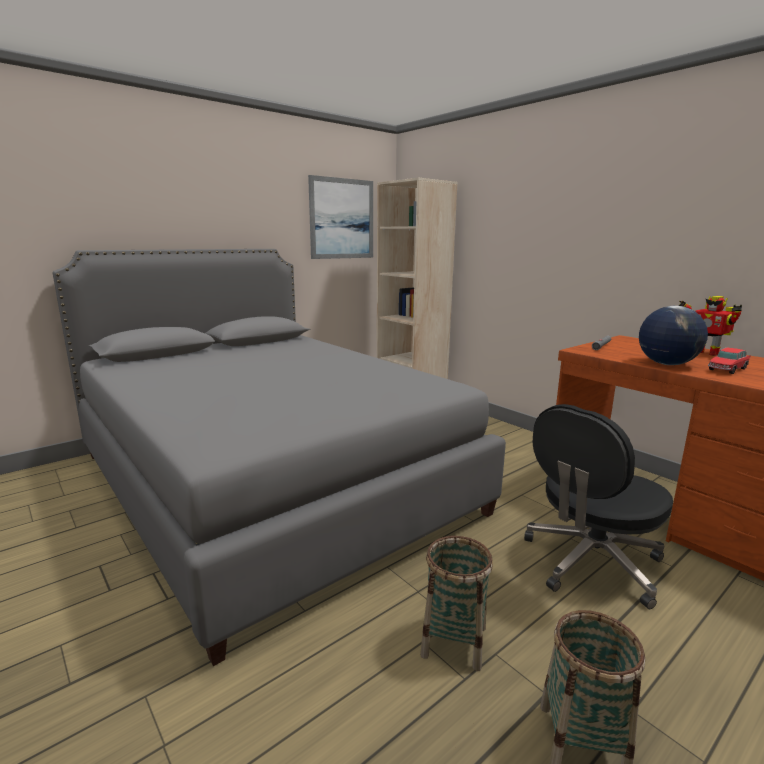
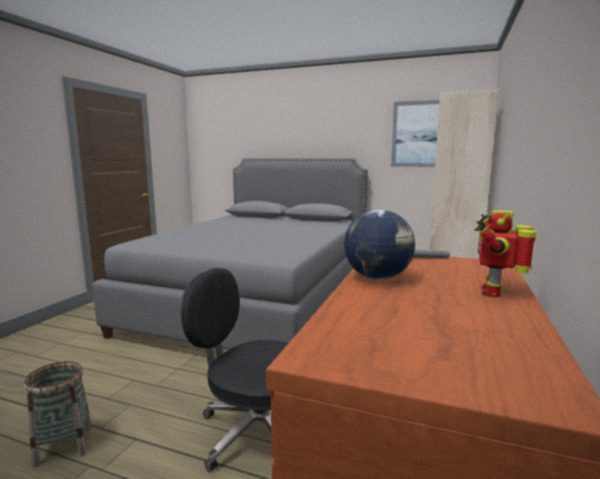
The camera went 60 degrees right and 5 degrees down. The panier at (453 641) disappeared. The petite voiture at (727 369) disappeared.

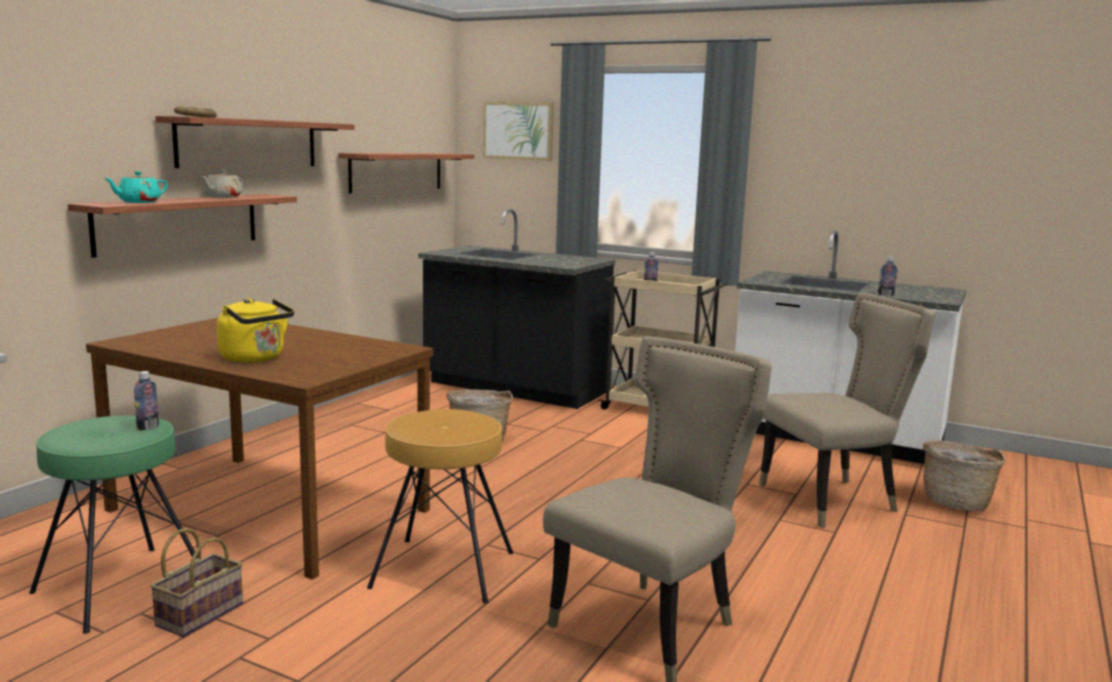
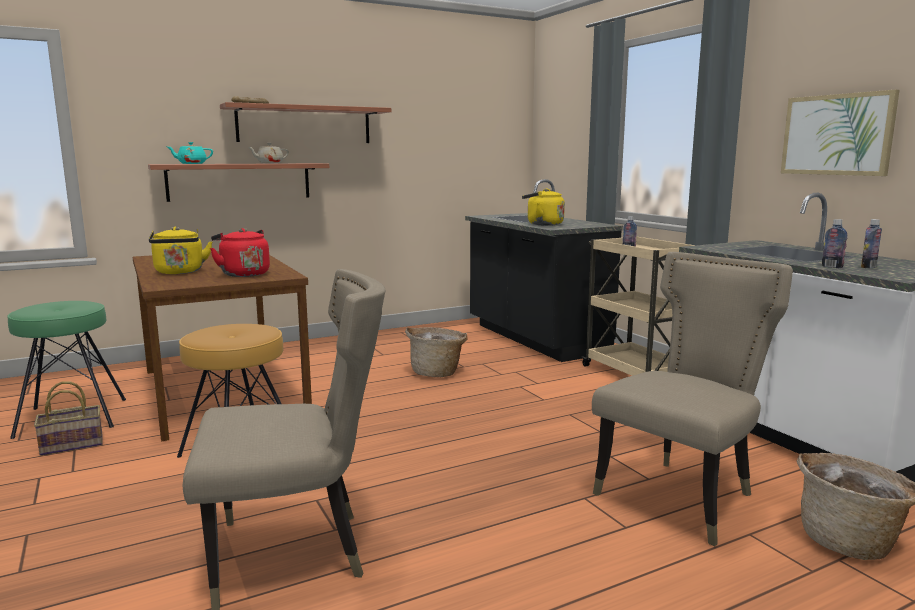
The camera went 35 degrees right and 0 degrees up. The bouilloire [rouge] at (243 274) appeared. The bouilloire [jaune] at (542 224) appeared. The chaise [beige] at (834 500) turned 60 degrees counterclockwise. The tableau moved from (518 131) to (837 135). The bouteille moved from (148 427) to (868 267). The étagère at (397 172) disappeared.

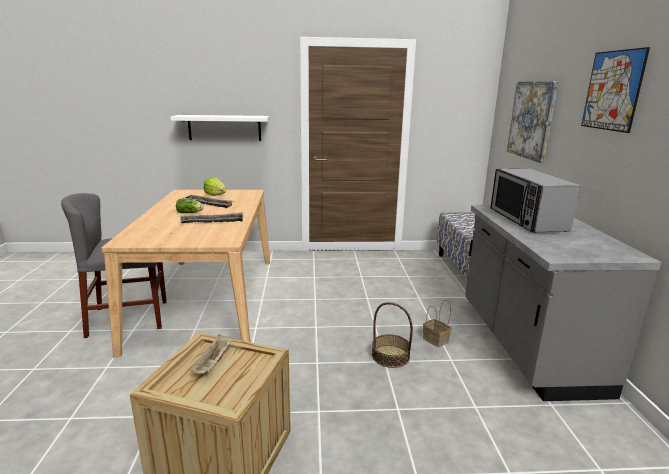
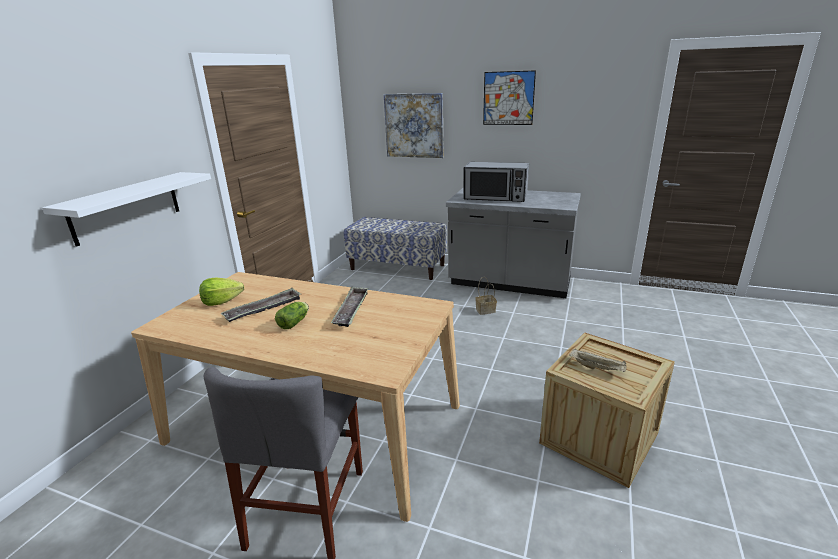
The camera went 65 degrees left and 5 degrees up. The panier at (390 356) disappeared.

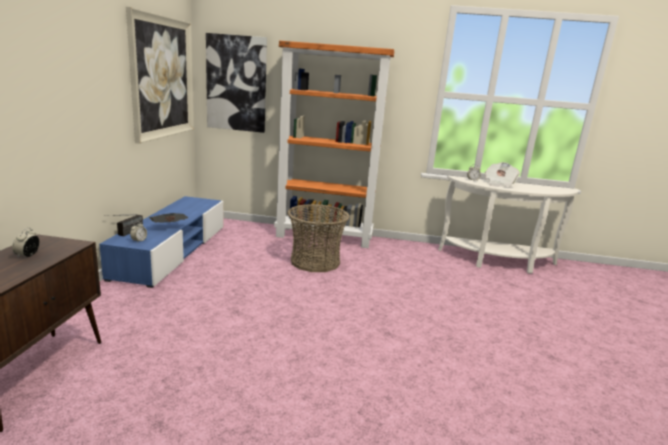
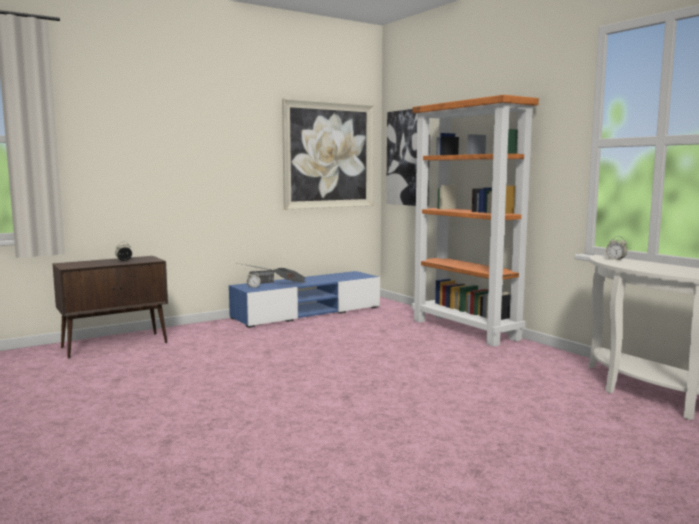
The camera went 50 degrees right and 10 degrees down. The panier at (315 261) disappeared. The journal at (499 184) disappeared.

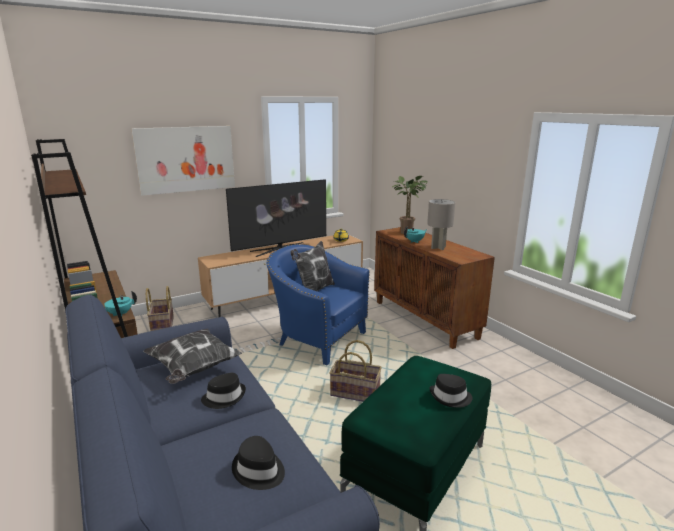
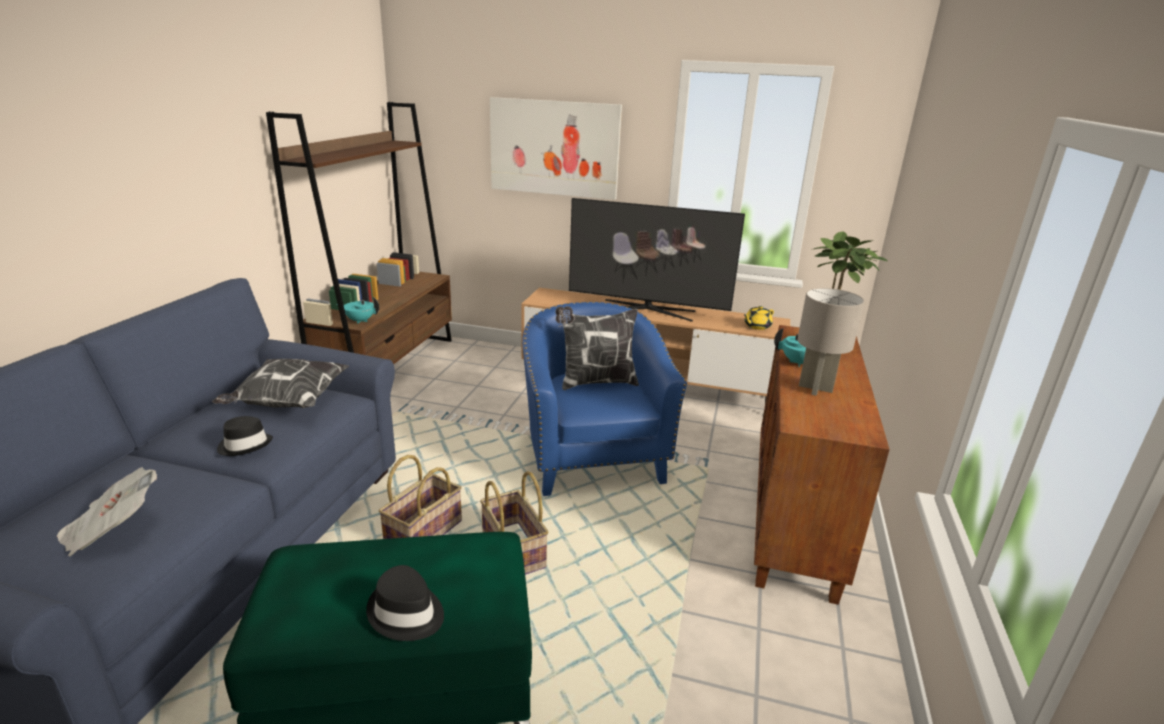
The camera went 45 degrees right and 5 degrees up. The chapeau [noir] at (258 470) was replaced by the journal at (112 530). The panier moved from (162 325) to (423 532).

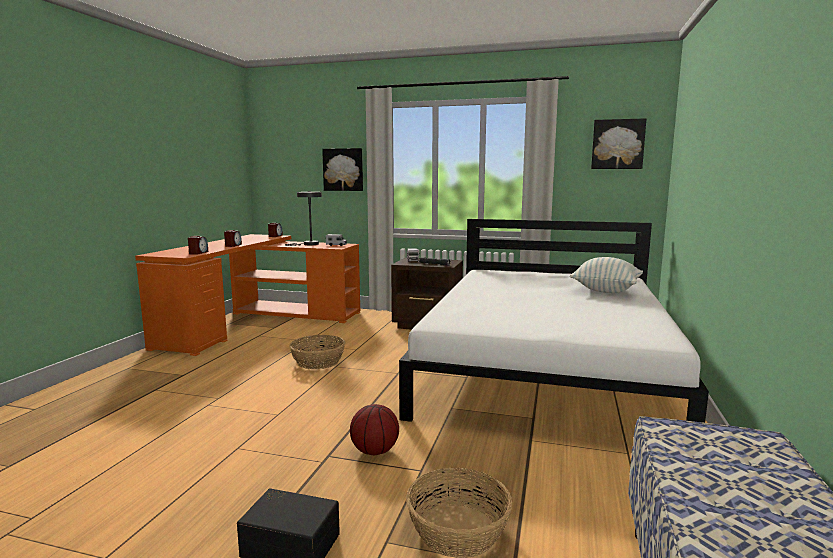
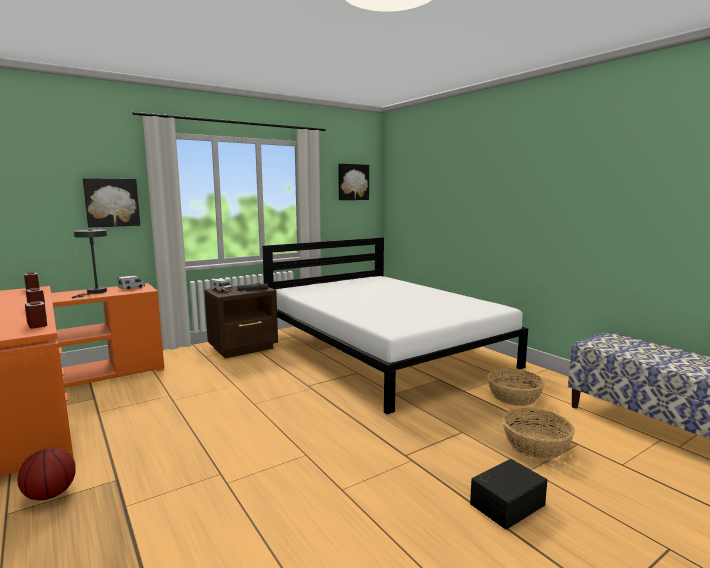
The camera went 50 degrees left and 0 degrees up. The ballon de basket moved from (375 451) to (50 495). The panier moved from (318 362) to (513 397). The coussin at (606 290) disappeared.

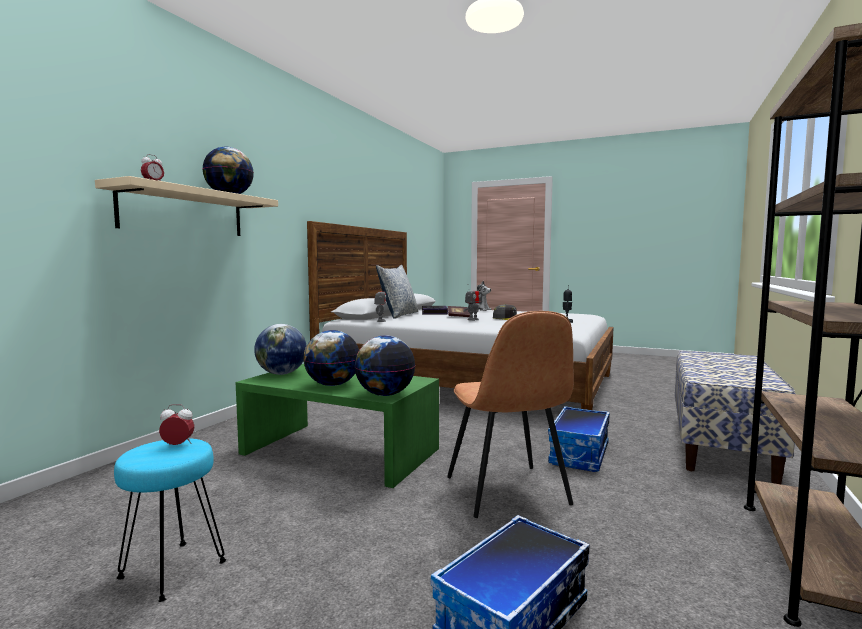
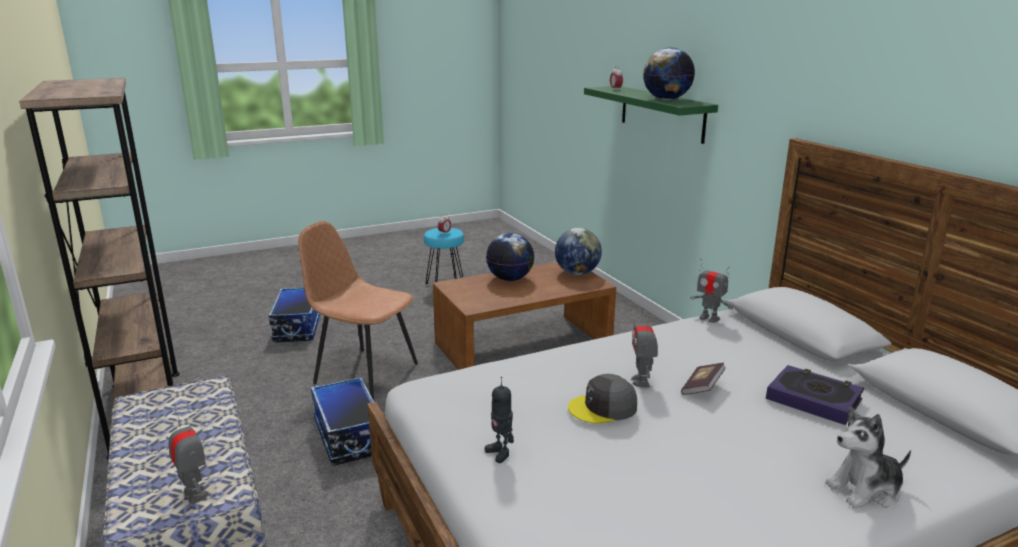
The camera went 130 degrees right and 15 degrees up. The robot jouet at (195 494) appeared. The table basse [vert] at (340 451) became the table basse [marron] at (523 345). The étagère [beige] at (184 212) became the étagère [vert] at (661 113). The globe at (385 394) disappeared. The coussin at (398 315) disappeared.

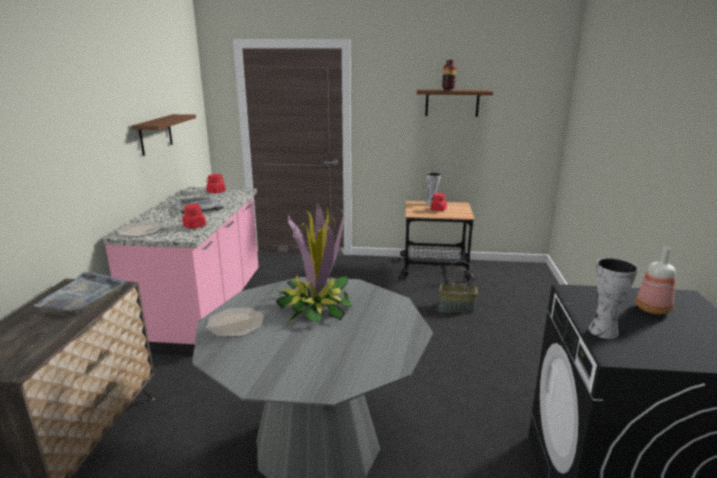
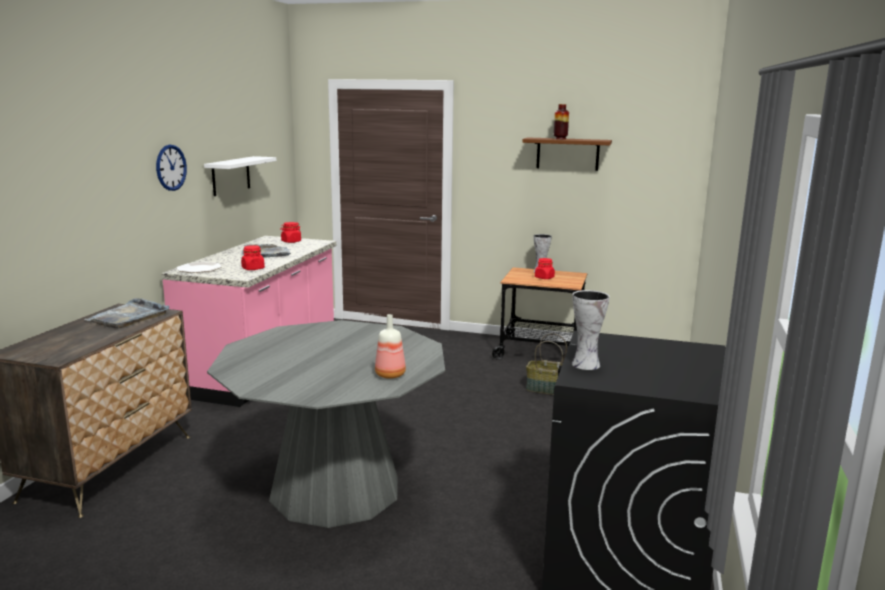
The camera went 10 degrees right and 5 degrees down. The horloge murale at (171 167) appeared. The étagère [marron] at (155 134) became the étagère [blanc] at (231 176). The bouteille moved from (653 309) to (391 375). The assiette at (235 323) disappeared. The plante en pot at (315 307) disappeared.

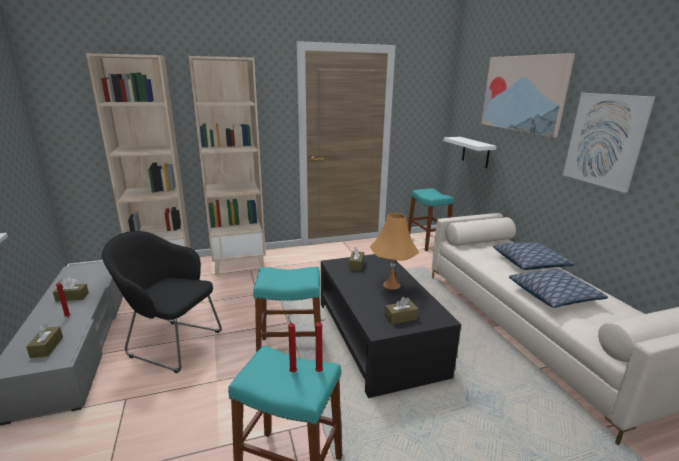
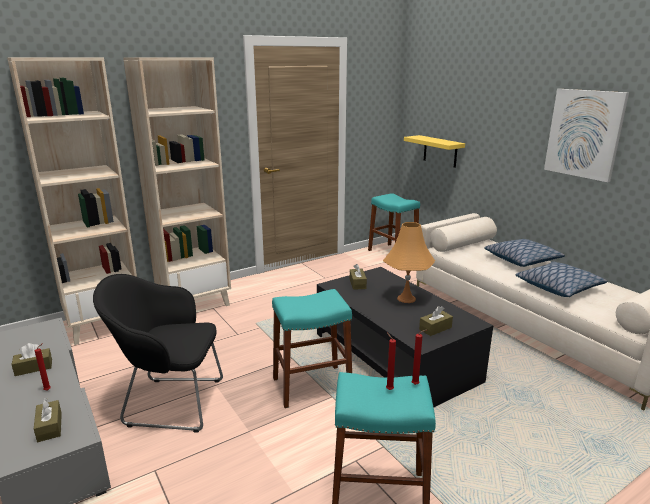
The camera went 15 degrees left and 0 degrees up. The étagère [blanc] at (475 152) became the étagère [jaune] at (440 151). The tableau at (523 93) disappeared.

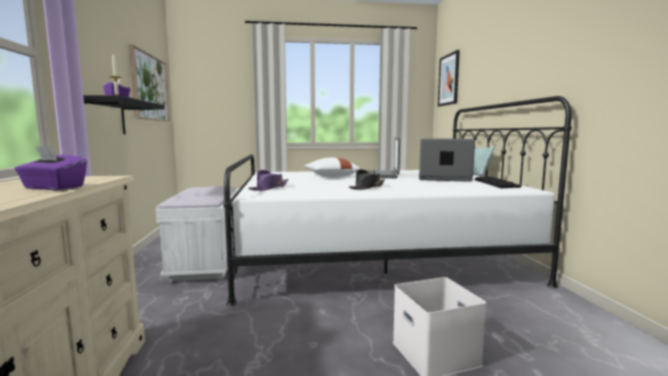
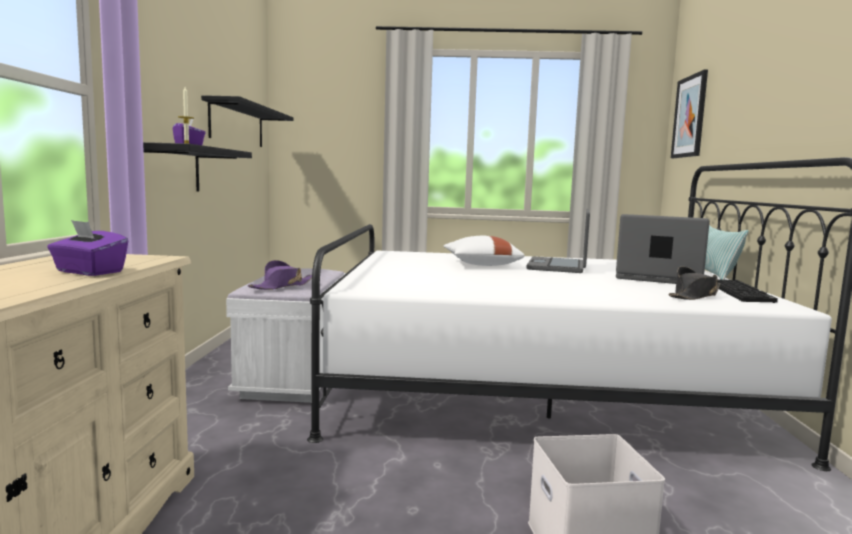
The camera went 10 degrees right and 0 degrees up. The tableau at (149 87) was replaced by the étagère [noir] at (237 125). The chapeau [violet] moved from (269 188) to (282 286). The chapeau [noir] moved from (367 187) to (694 296).

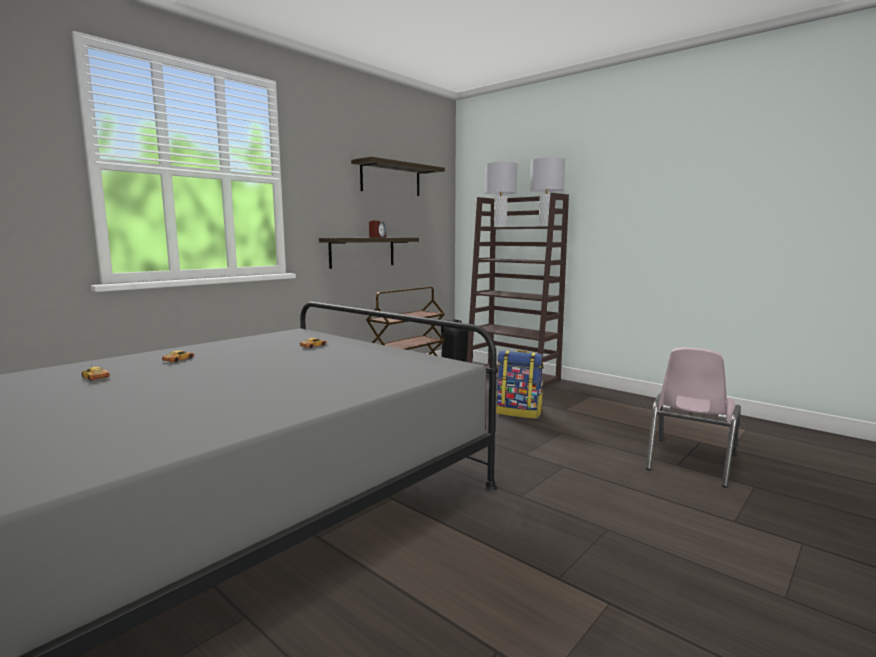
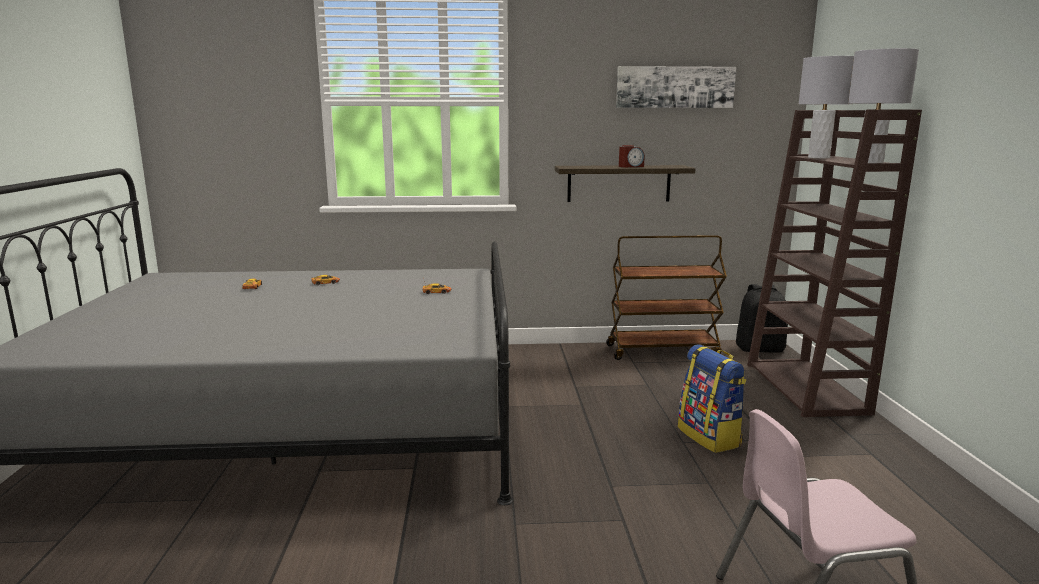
The camera went 45 degrees right and 5 degrees up. The étagère at (391 179) was replaced by the tableau at (675 87).

